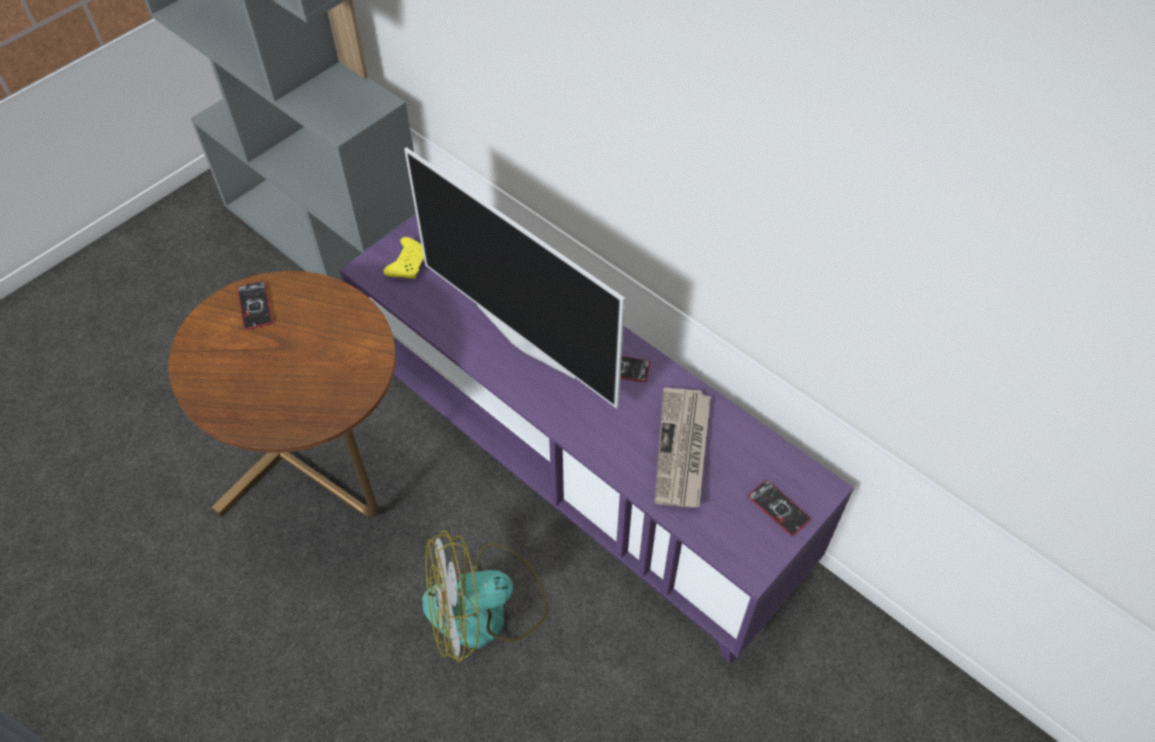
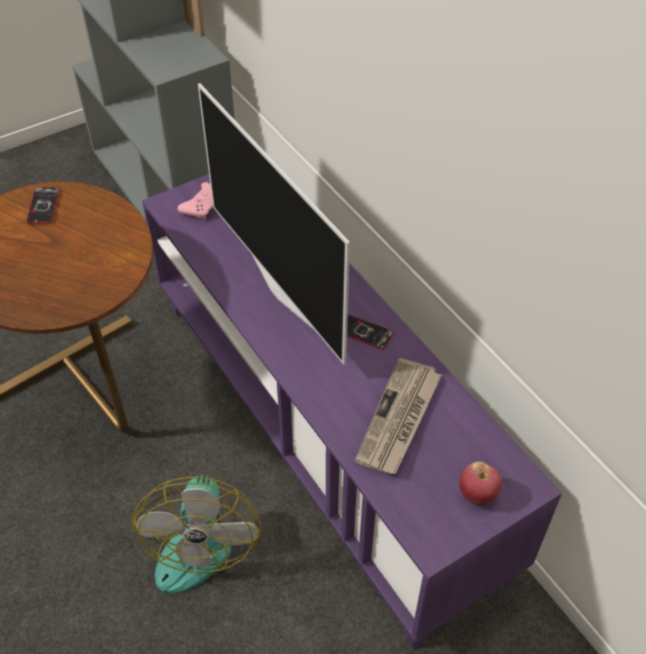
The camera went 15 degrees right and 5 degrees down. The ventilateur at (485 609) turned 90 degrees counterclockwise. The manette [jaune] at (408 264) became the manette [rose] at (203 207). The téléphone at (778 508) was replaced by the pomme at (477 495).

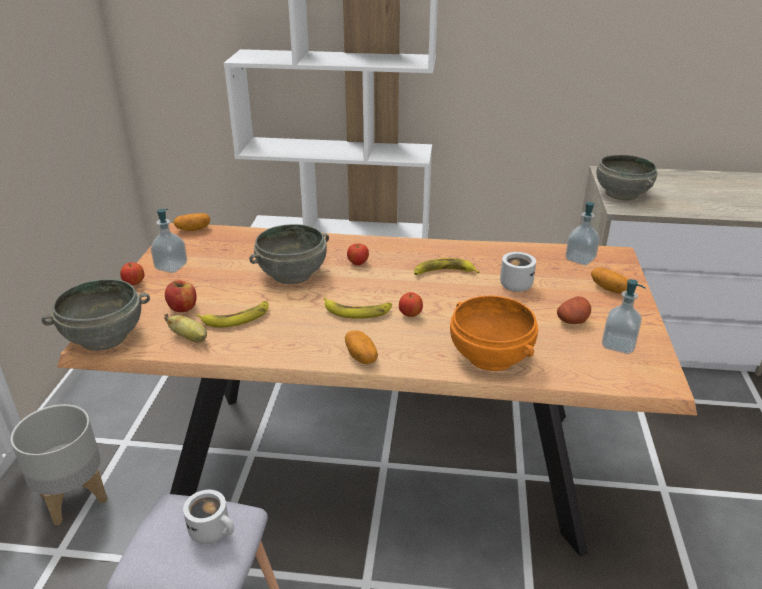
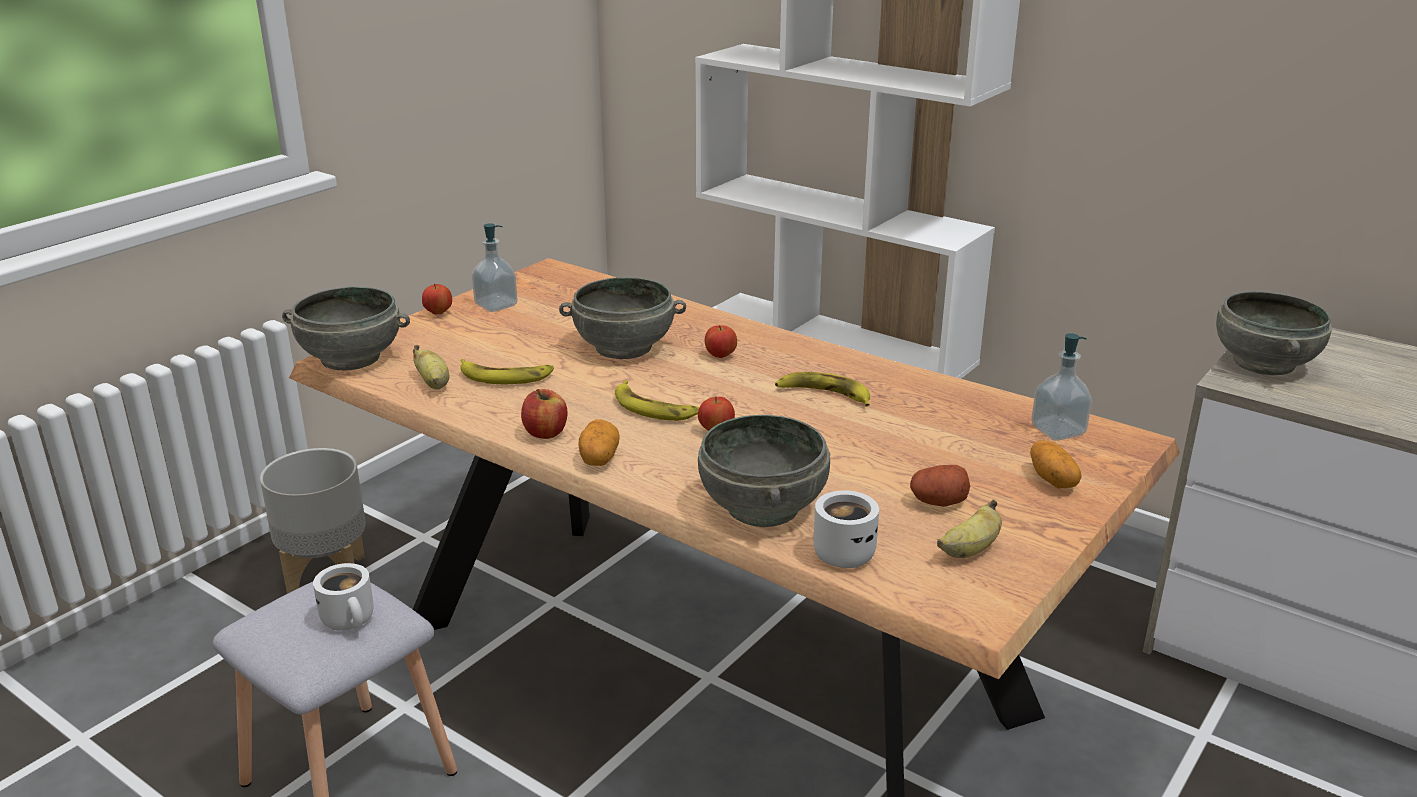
The camera went 30 degrees right and 5 degrees down. The pomme moved from (183 308) to (545 433). The bol [orange] at (491 356) became the bol [gris] at (764 507). The mug [blanc] moved from (513 284) to (843 551). The distributeur de savon at (618 345) was replaced by the banane at (969 550). The pomme de terre at (193 229) disappeared.

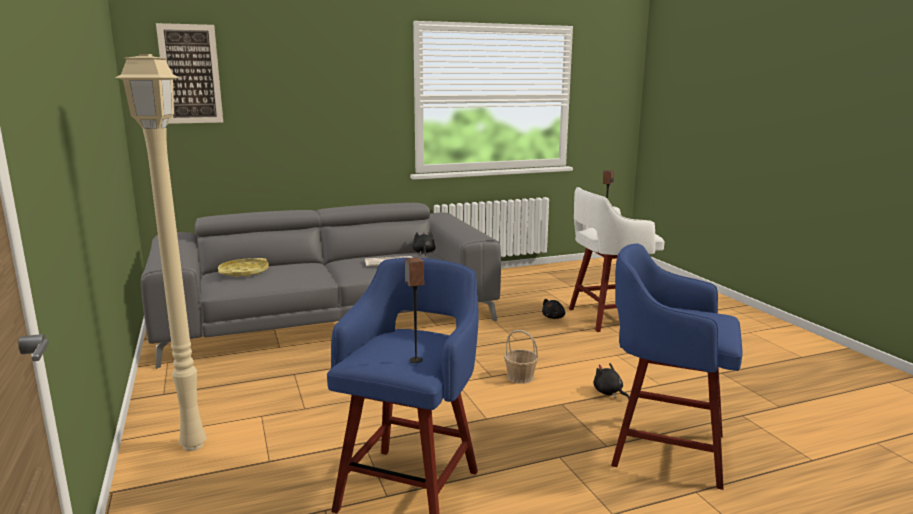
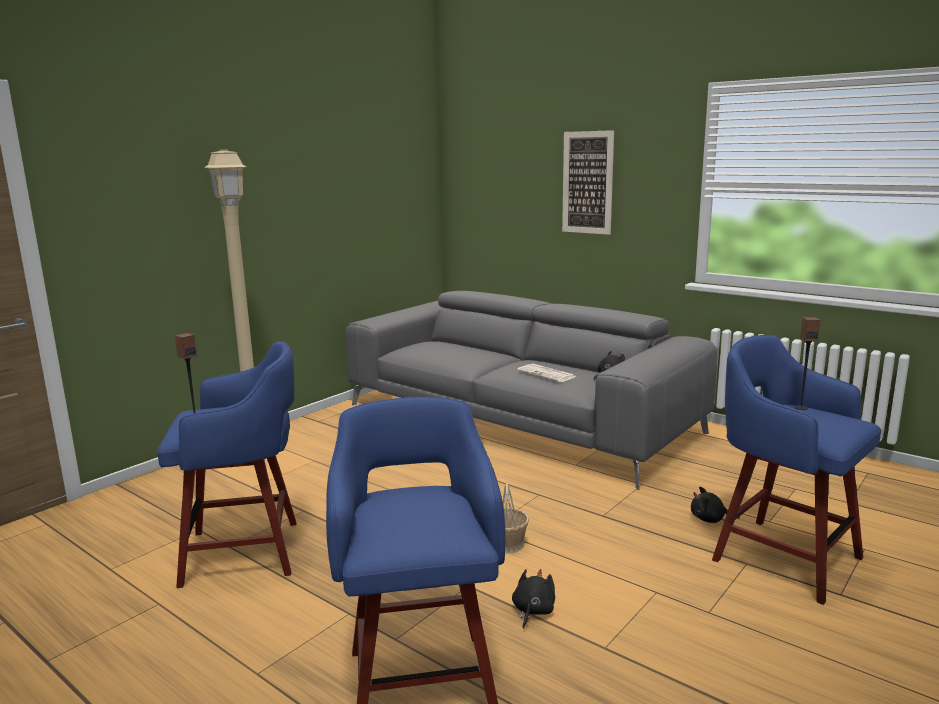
The camera went 60 degrees right and 0 degrees up. The tableau moved from (190 74) to (587 182). The tabouret [blanc] at (608 317) became the tabouret [bleu] at (782 557). The plateau [jaune] at (244 272) disappeared.

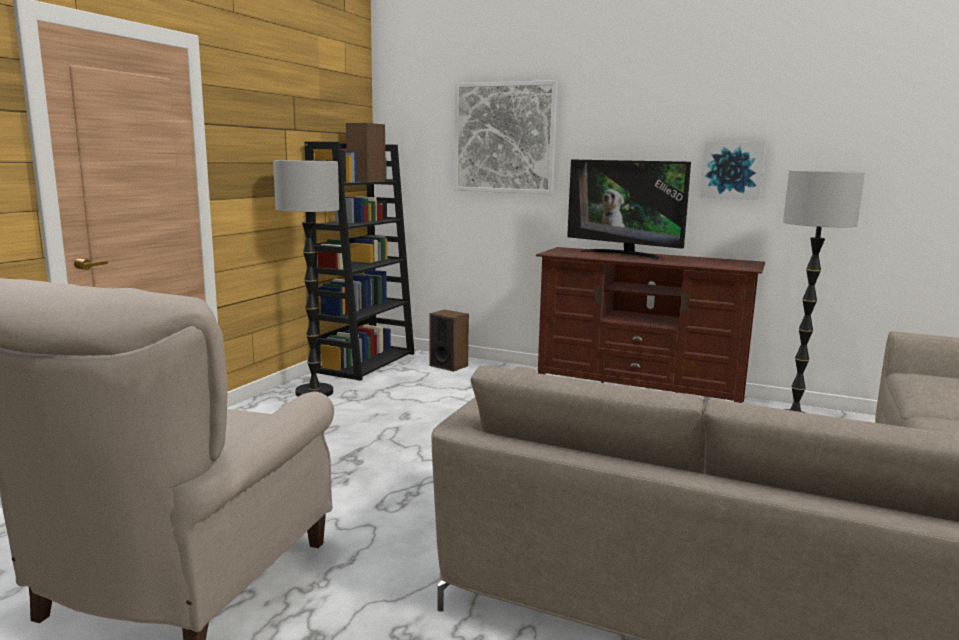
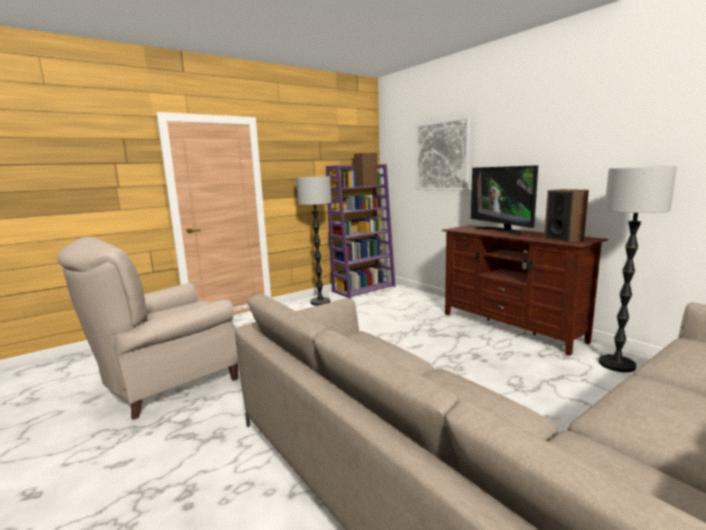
The camera went 30 degrees right and 0 degrees up. The bibliothèque [noir] at (365 362) became the bibliothèque [violet] at (364 288). The enceinte moved from (448 365) to (563 239). The tableau at (732 170) disappeared.

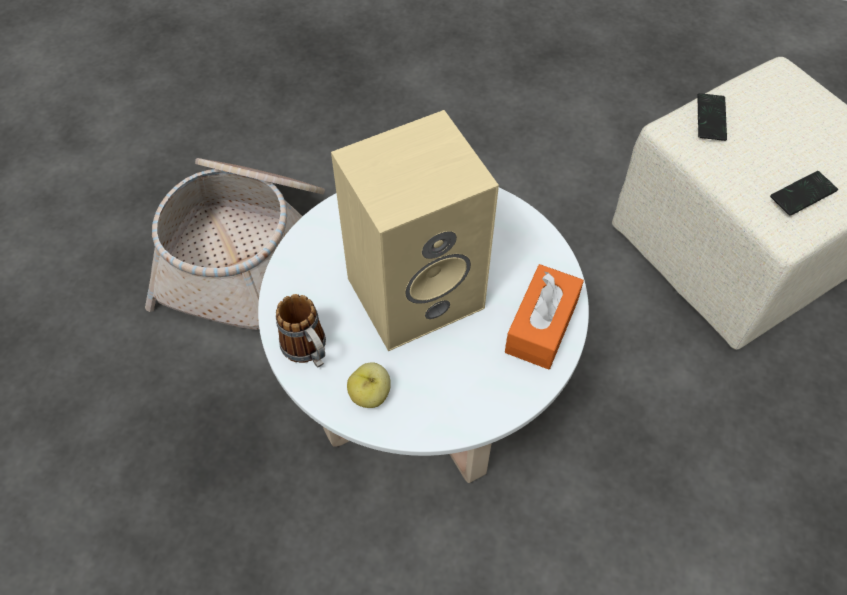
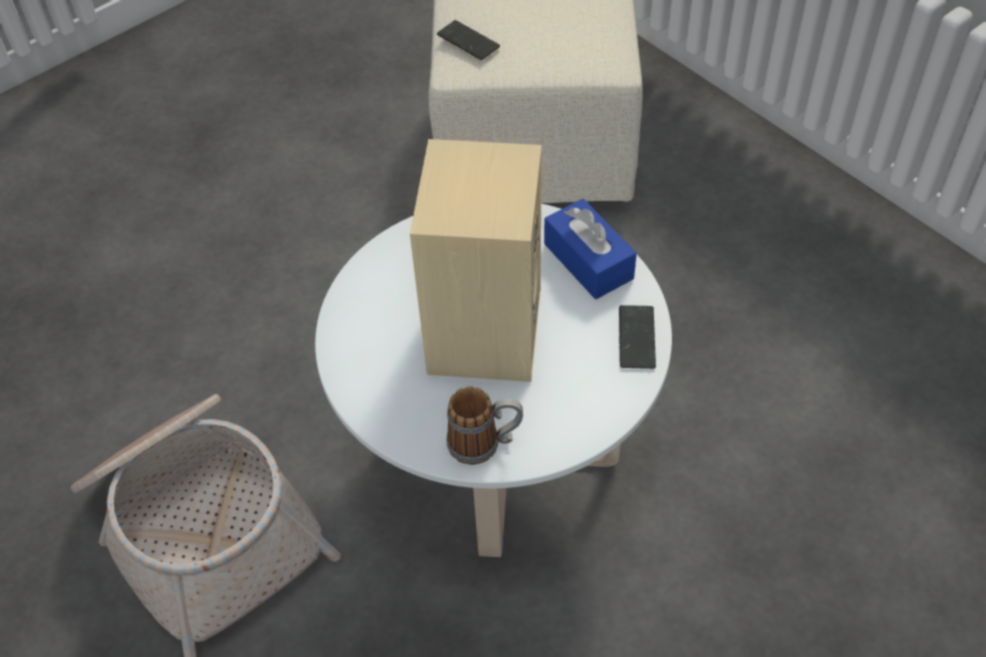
The camera went 55 degrees left and 5 degrees down. The boîte à mouchoirs [orange] at (541 326) became the boîte à mouchoirs [bleu] at (588 261). The téléphone moved from (803 194) to (636 338). The pomme at (370 395) disappeared.

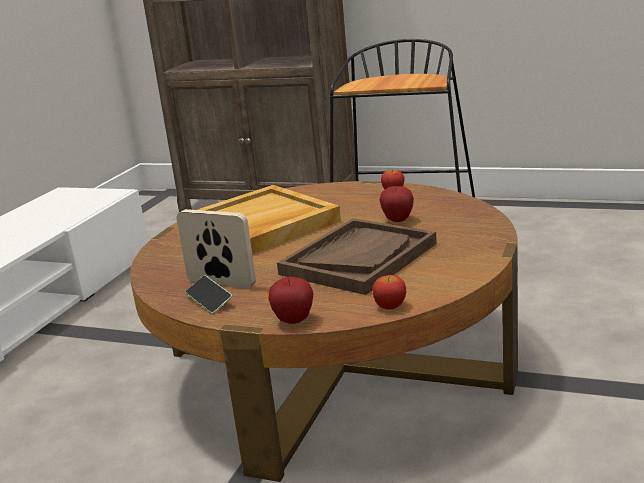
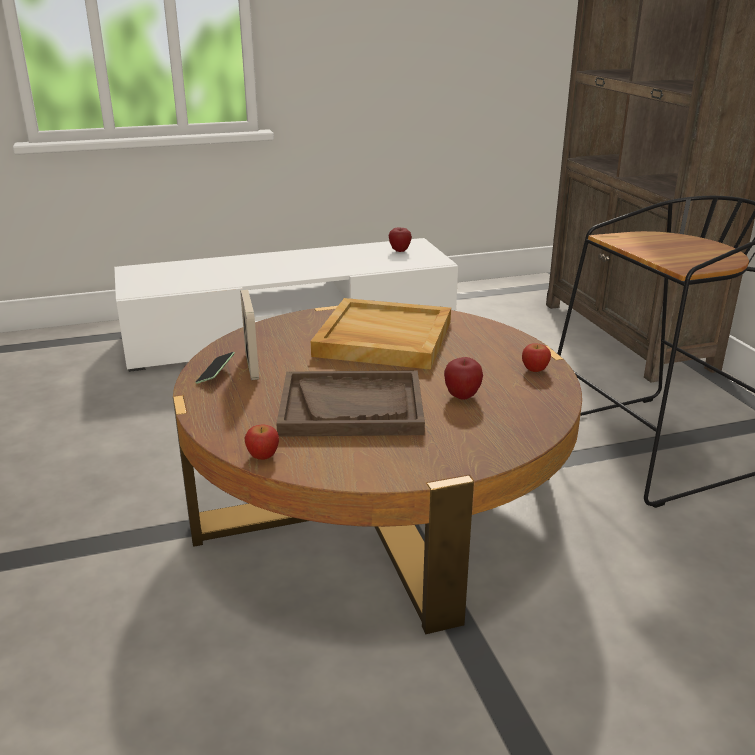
The camera went 50 degrees right and 5 degrees up. The pomme moved from (294 321) to (399 251).

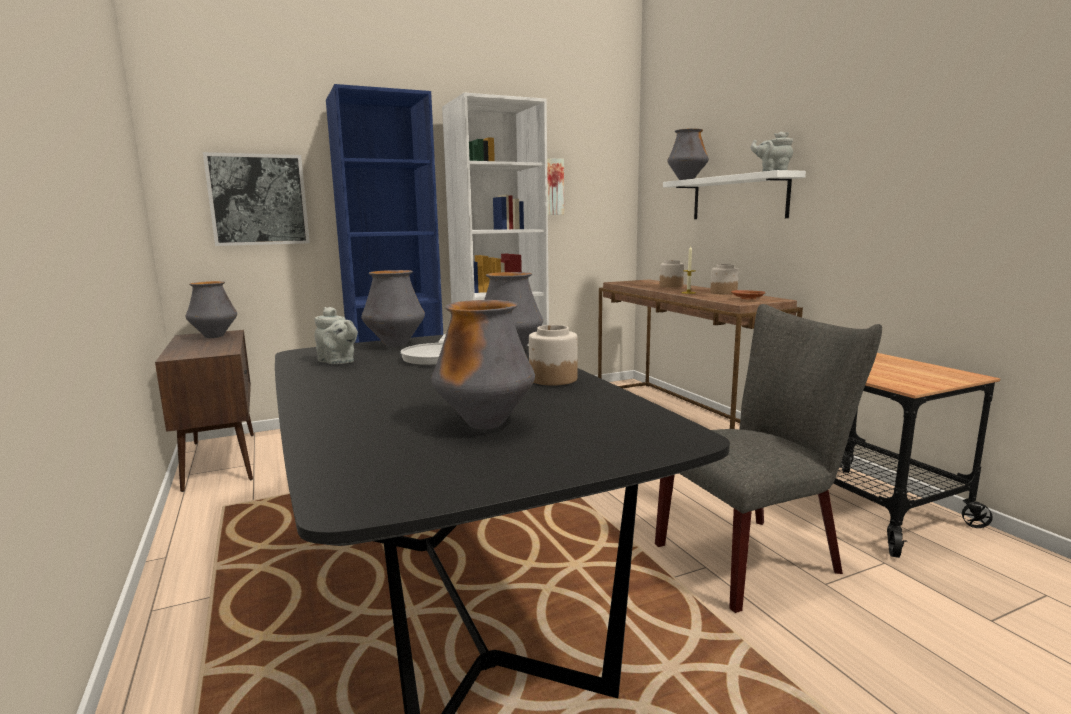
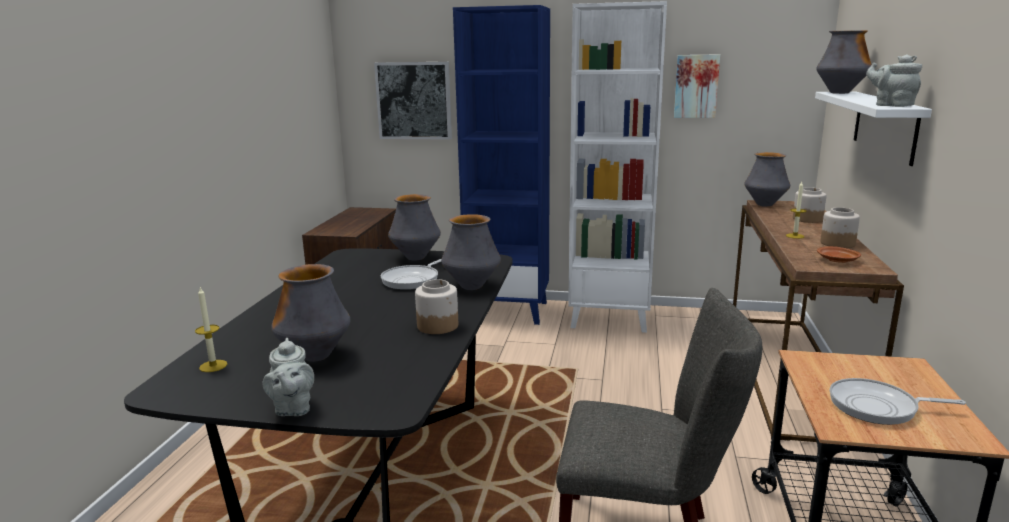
The camera went 35 degrees right and 5 degrees up. The bougie at (213 366) appeared. The théière [gris] moved from (338 362) to (292 408). The vase moved from (214 336) to (764 205). The poêle at (878 407) appeared.

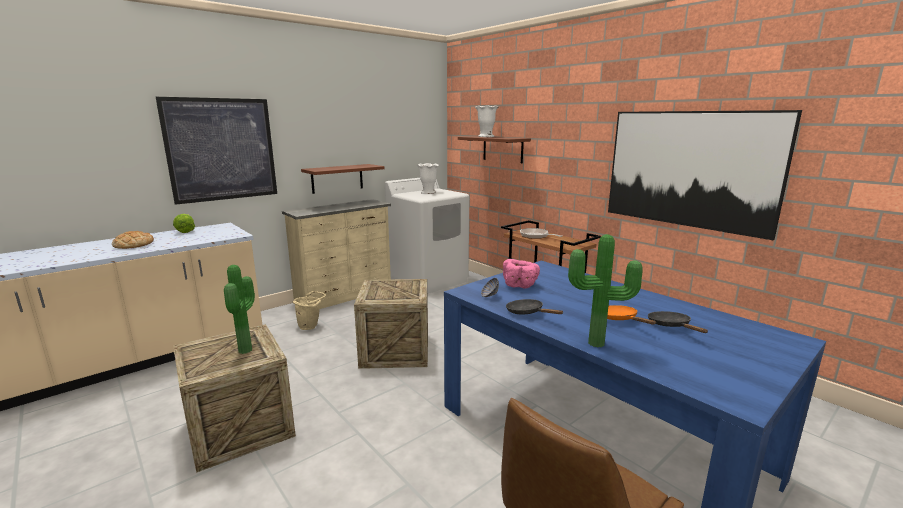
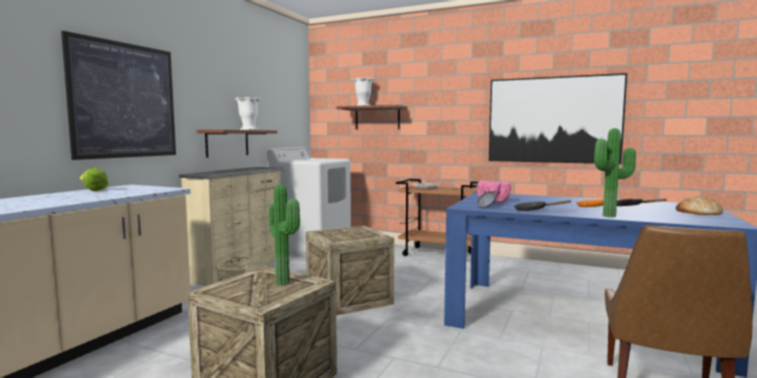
The camera went 25 degrees left and 10 degrees down. The vase [blanc] moved from (428 192) to (249 130). The pain moved from (133 245) to (698 212).

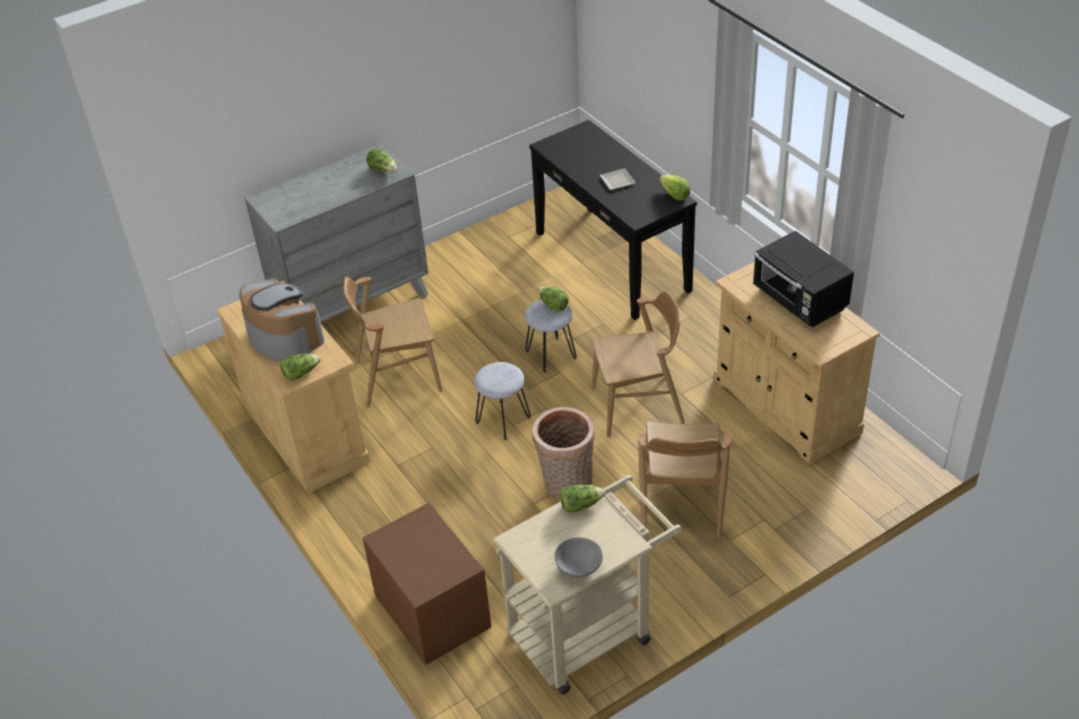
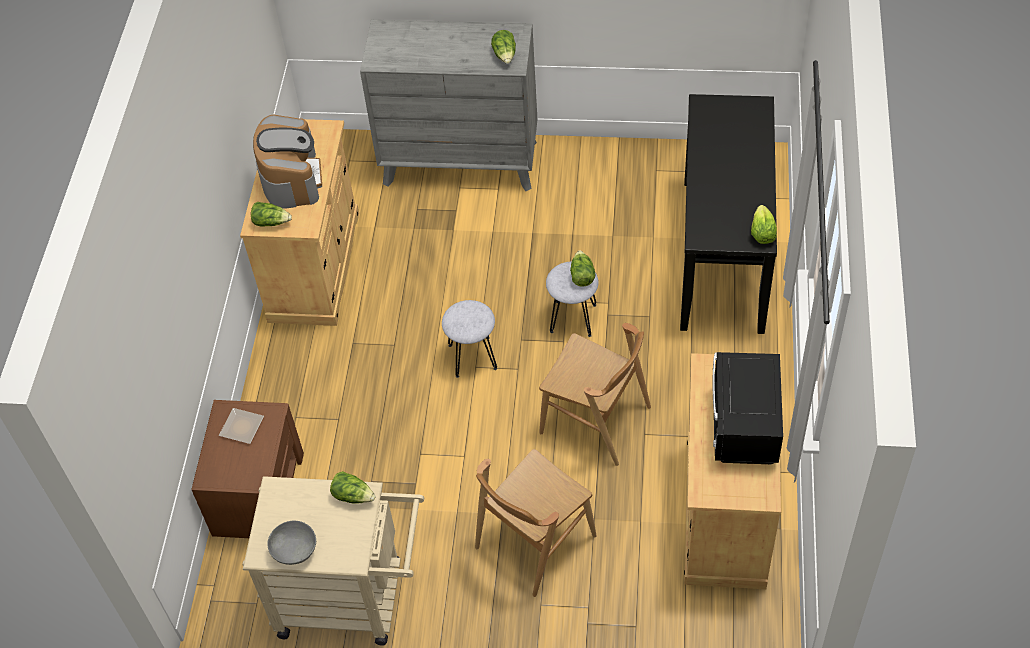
The camera went 40 degrees right and 10 degrees up. The assiette moved from (618 180) to (243 426). The chaise [marron] at (398 376) disappeared. The panier at (566 485) disappeared.

